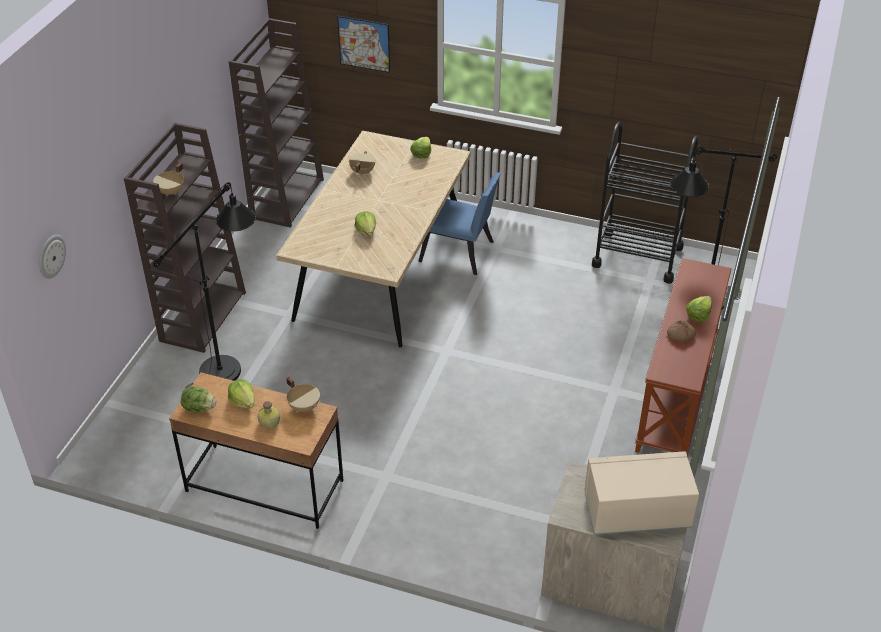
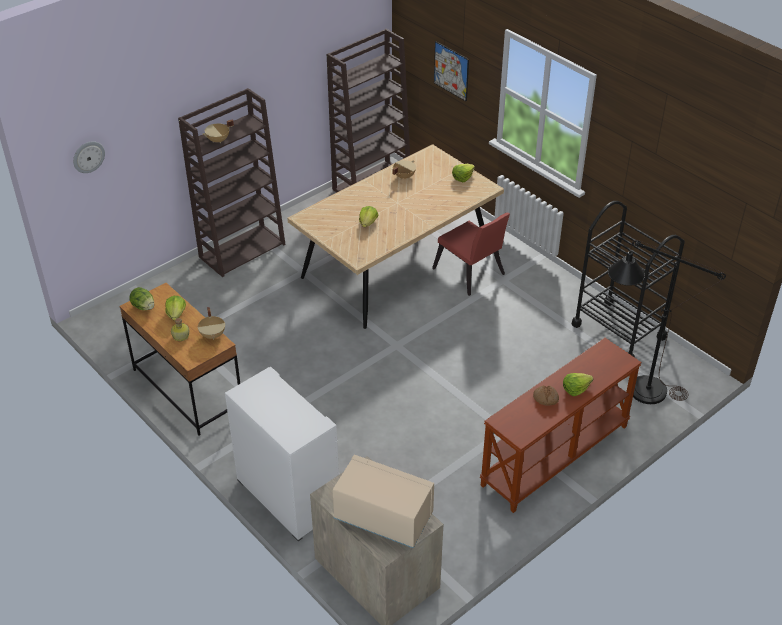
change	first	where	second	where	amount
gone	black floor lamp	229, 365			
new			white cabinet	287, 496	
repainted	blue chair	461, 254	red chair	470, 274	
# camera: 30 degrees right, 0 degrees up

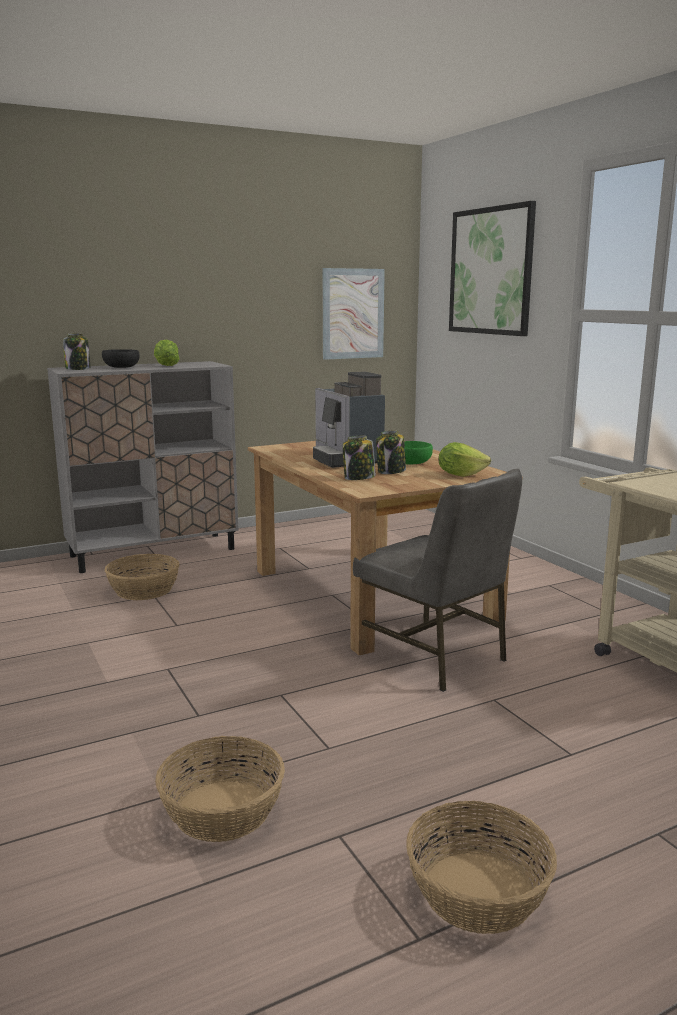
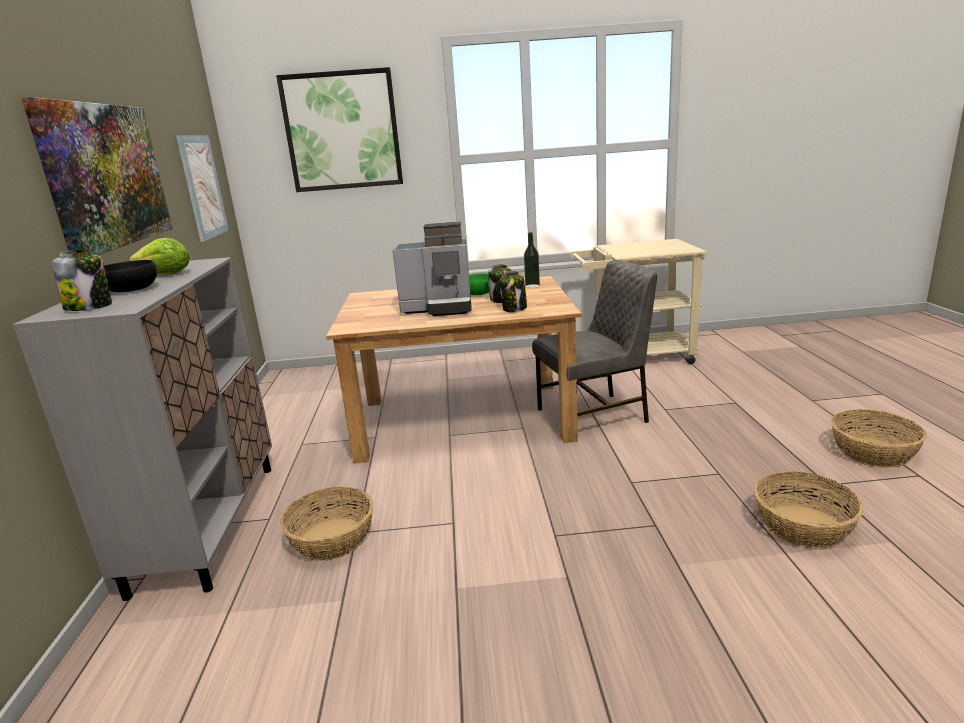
change	first	where	second	where	amount
new			picture	107, 176	
swapped	lettuce	460, 475	bottle	532, 286	
# camera: 65 degrees left, 5 degrees up

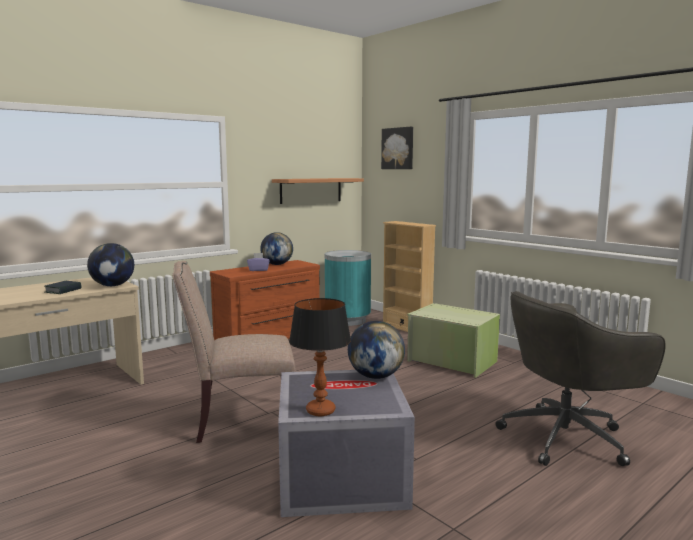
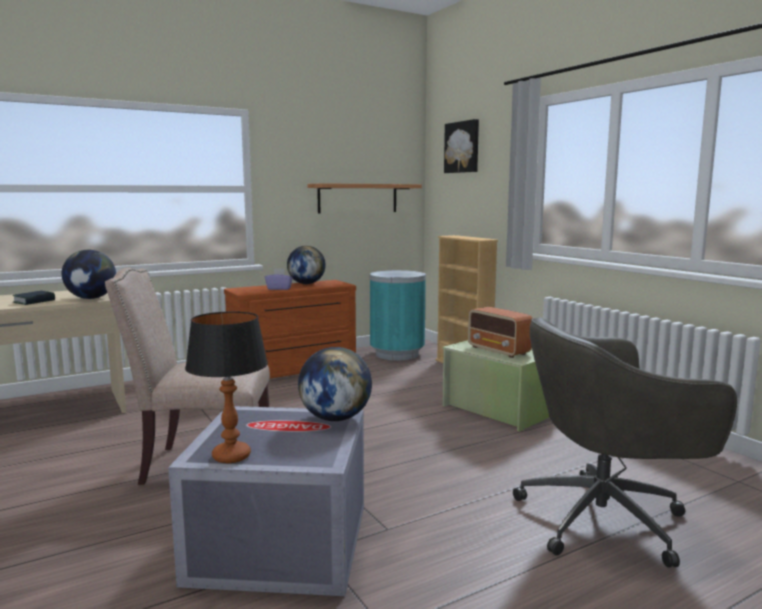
change	first	where	second	where	amount
new			radio	499, 350	
# camera: 10 degrees right, 0 degrees up

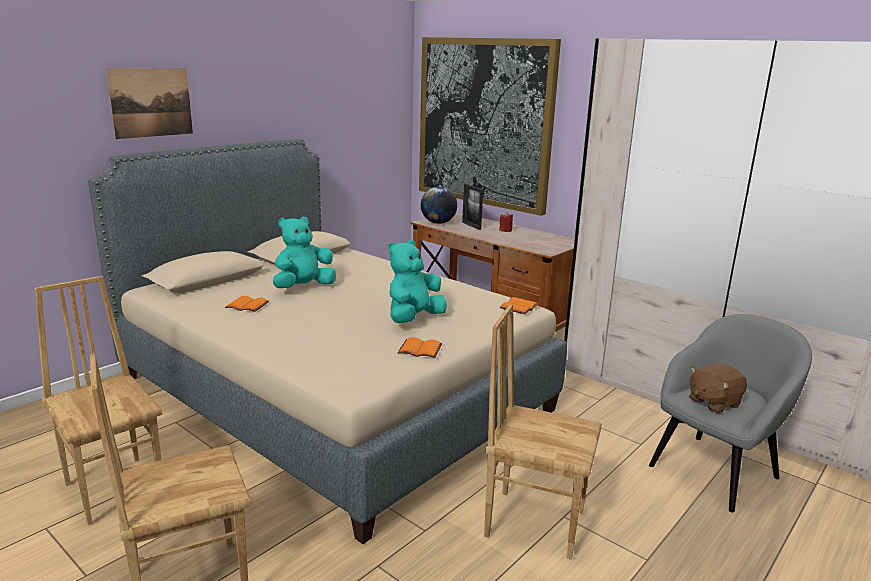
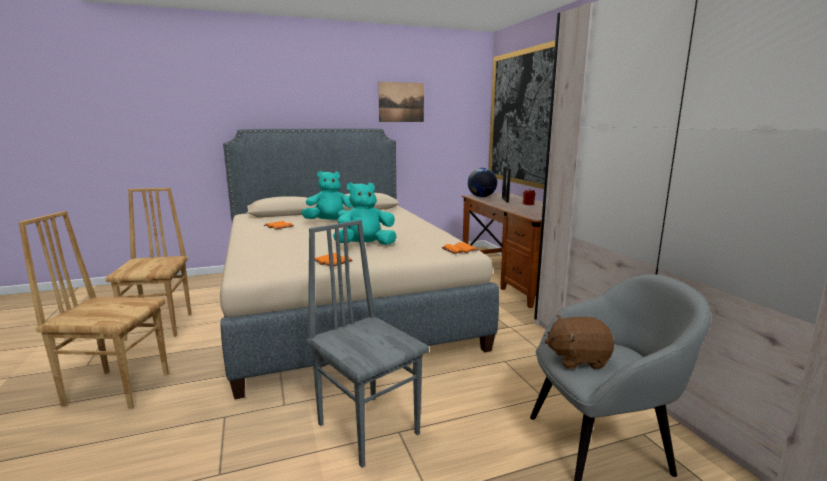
change	first	where	second	where	amount
shifted	picture	151, 102		401, 102	
repainted	brown chair	534, 522	grey chair	369, 427	
# camera: 30 degrees right, 5 degrees down

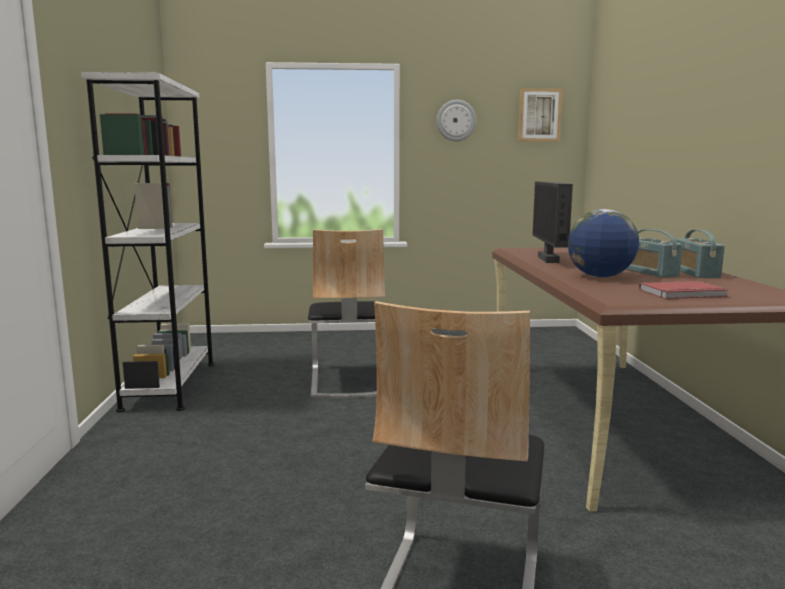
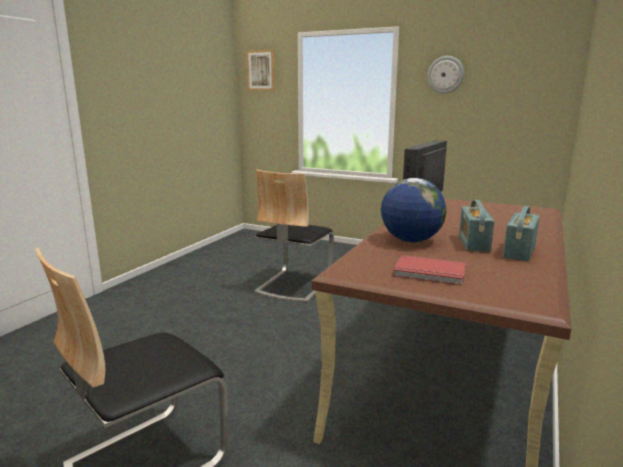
change	first	where	second	where	amount
gone	white bookcase	170, 385			
shifted	picture	539, 115		261, 70	
# camera: 30 degrees right, 5 degrees up

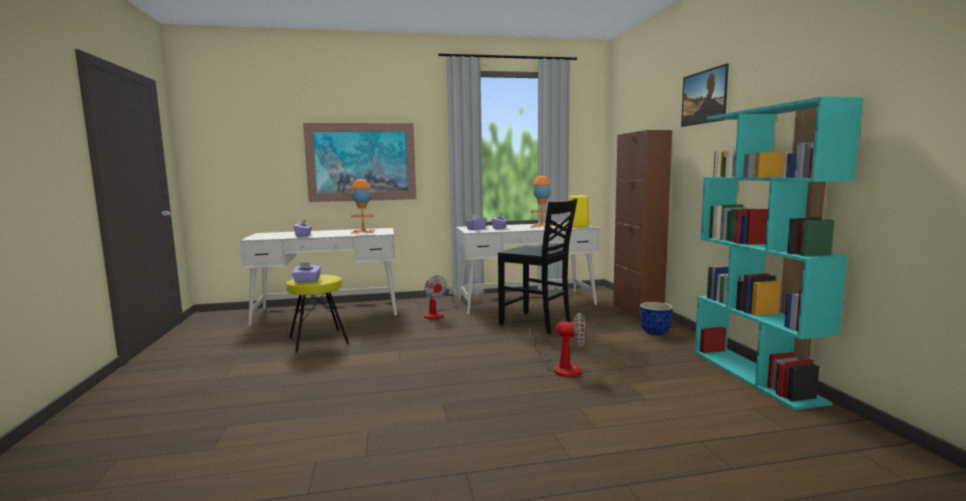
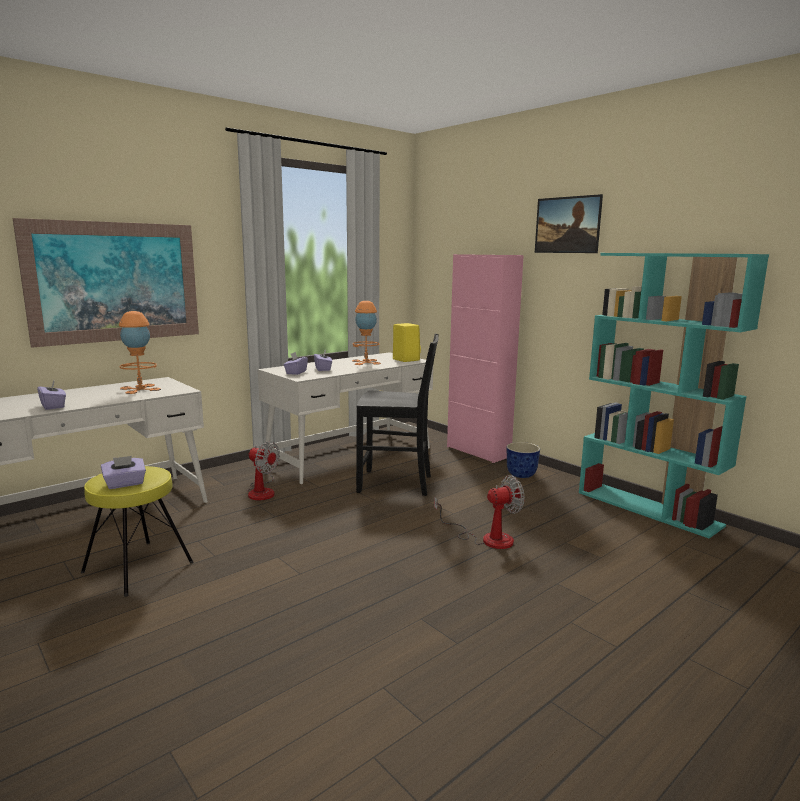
change	first	where	second	where	amount
repainted	brown cabinet	637, 312	pink cabinet	478, 451	
# camera: 30 degrees left, 5 degrees up

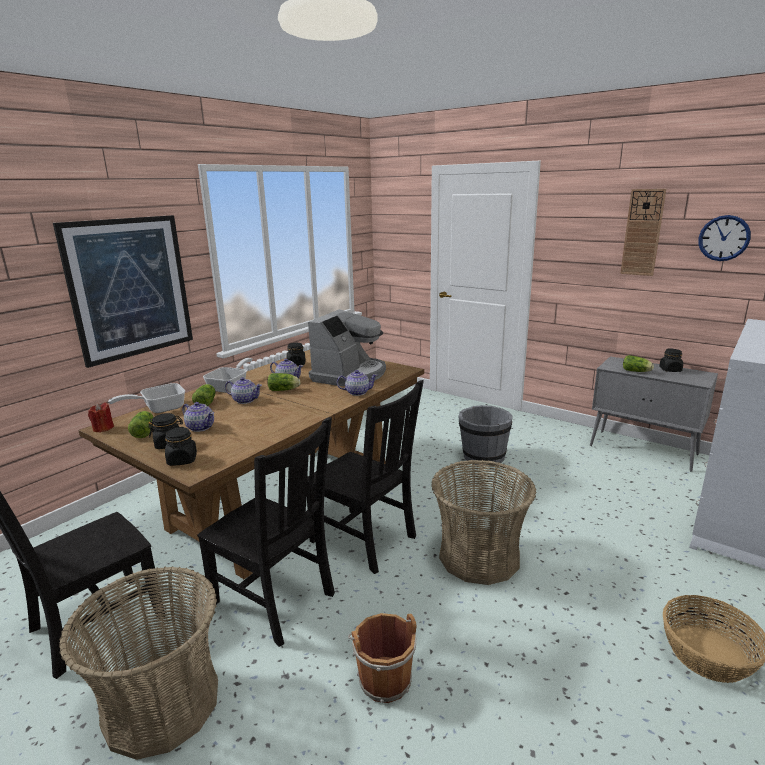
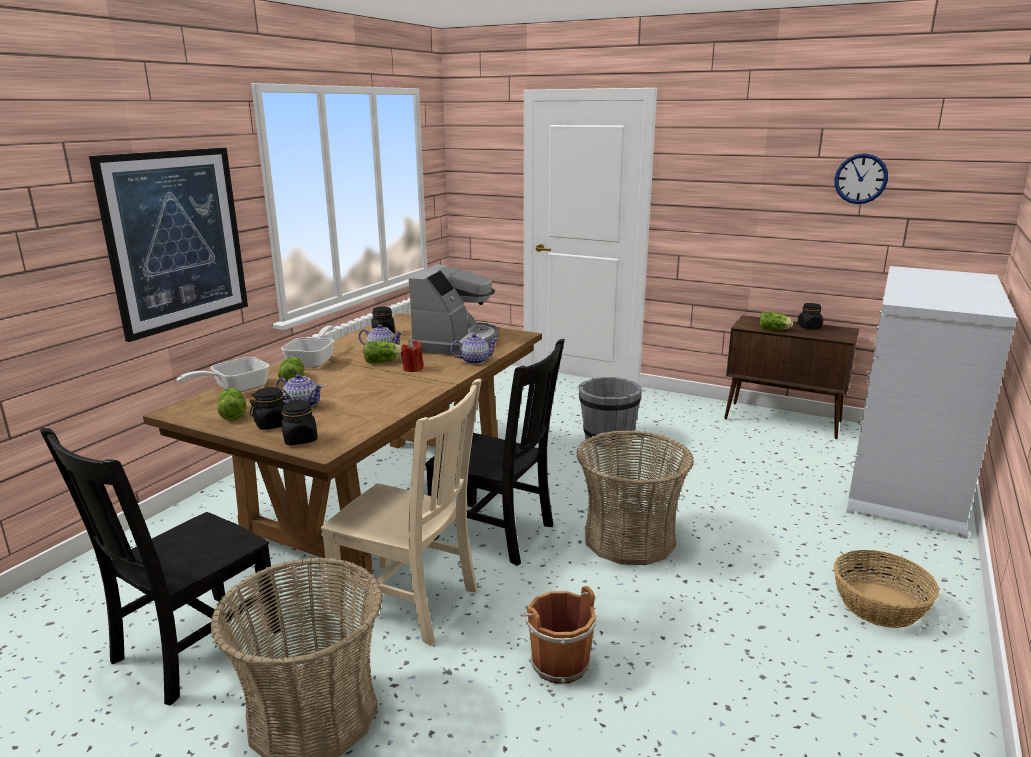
change	first	where	second	where	amount
gone	teapot	245, 400			
gone	wall clock	642, 232			
shifted	red candle	103, 428		413, 369	
repainted	black chair	275, 601	beige chair	410, 602	
repainted	grey cabinet	644, 450	brown cabinet	783, 420	
# camera: 10 degrees left, 0 degrees up

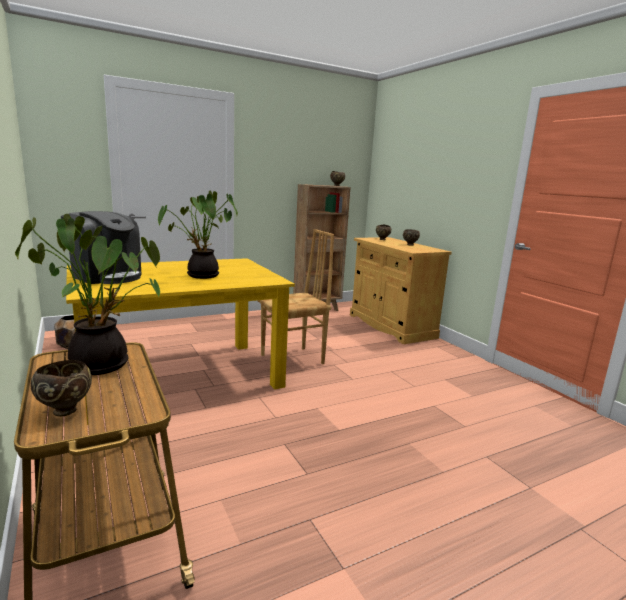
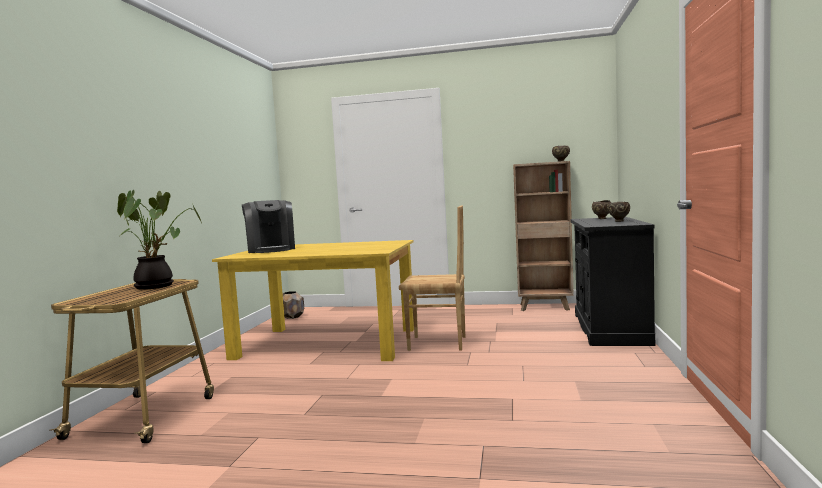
change	first	where	second	where	amount
gone	brown bowl	65, 410			
gone	potted plant	201, 276			
repainted	beige cabinet	391, 326	black cabinet	610, 328	
# camera: 40 degrees right, 10 degrees down

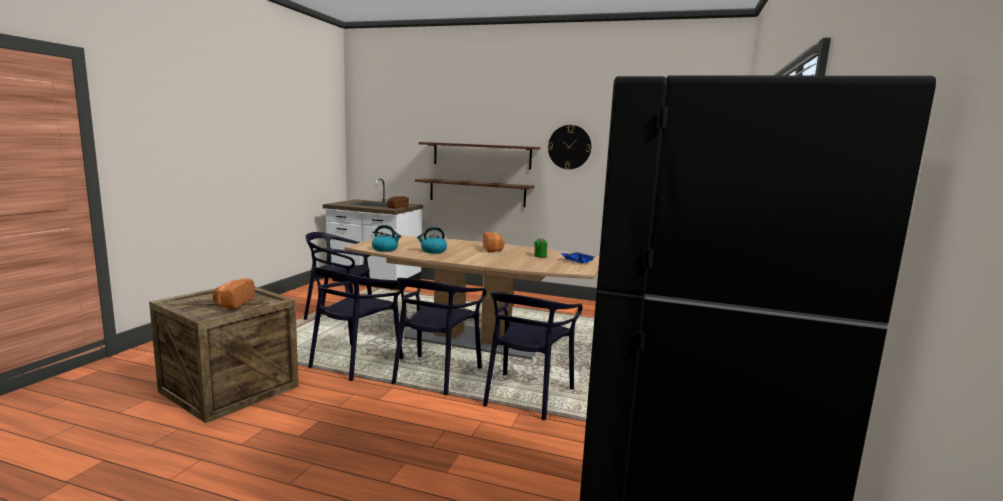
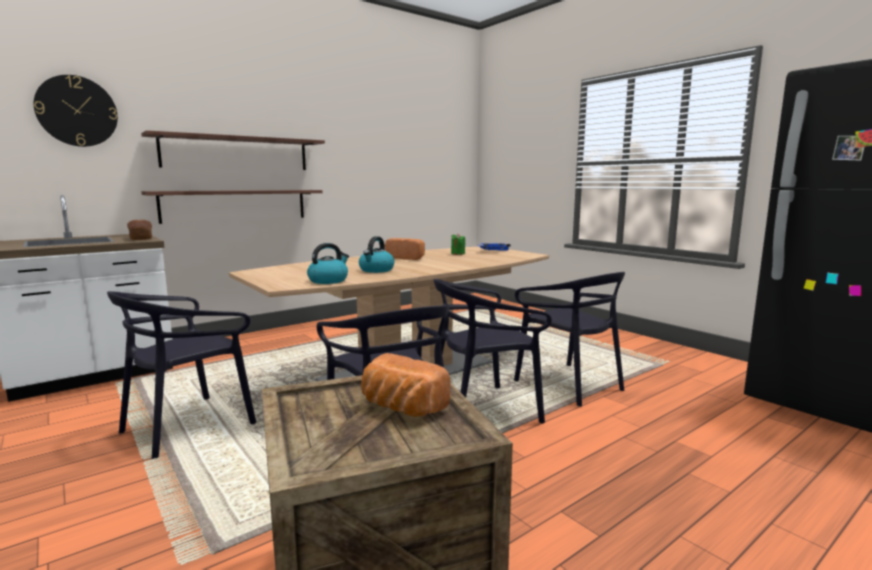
change	first	where	second	where	amount
shifted	wall clock	569, 147		77, 111	
rotated	black chair	435, 374		483, 410	105 degrees clockwise
# camera: 55 degrees left, 0 degrees up

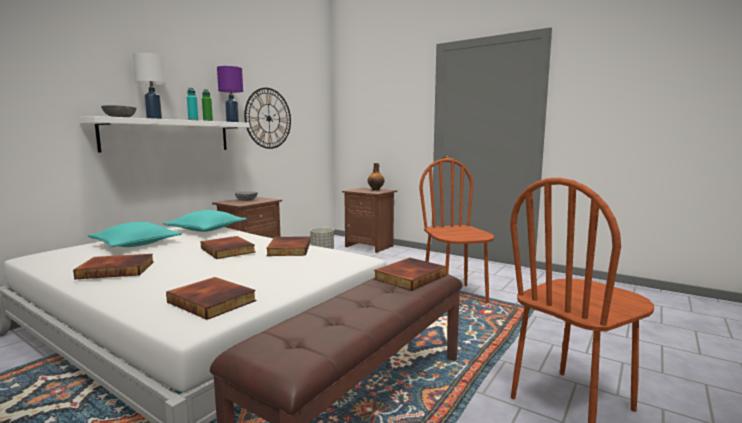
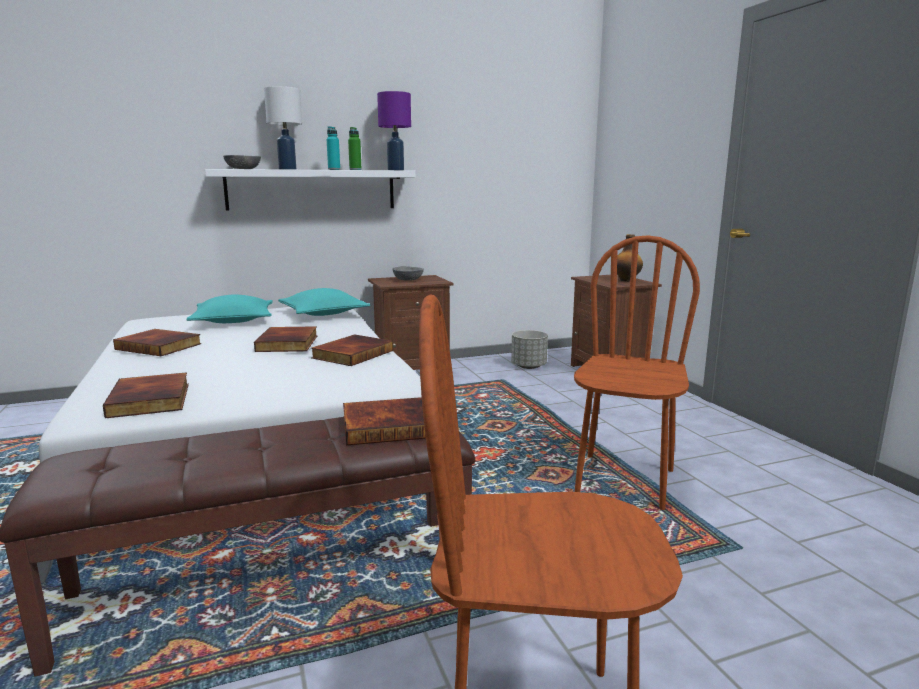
change	first	where	second	where	amount
gone	wall clock	268, 118			
# camera: 35 degrees right, 5 degrees up

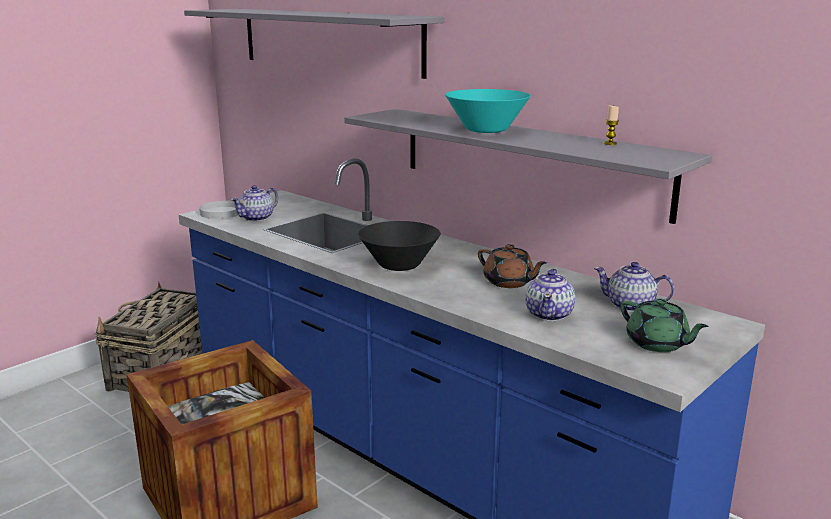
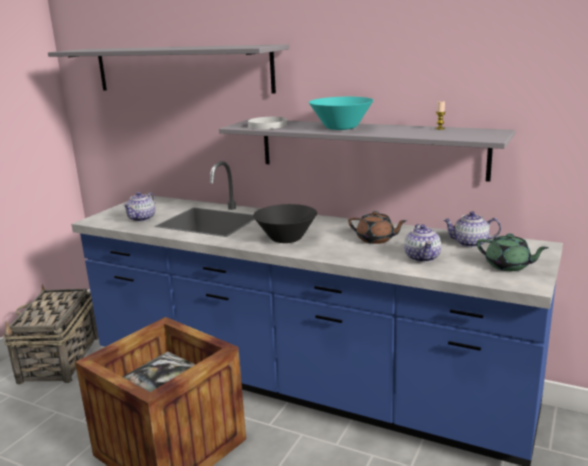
change	first	where	second	where	amount
shifted	white plate	221, 212		267, 125	
# camera: 15 degrees left, 0 degrees up

